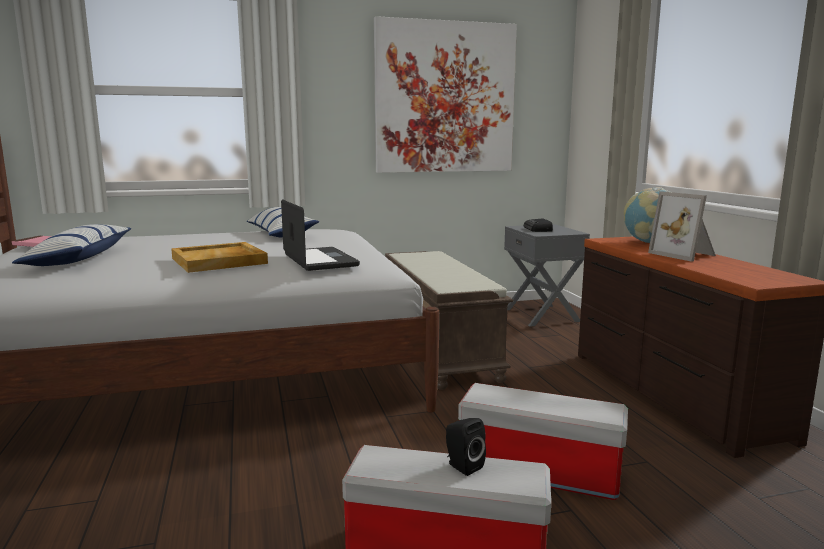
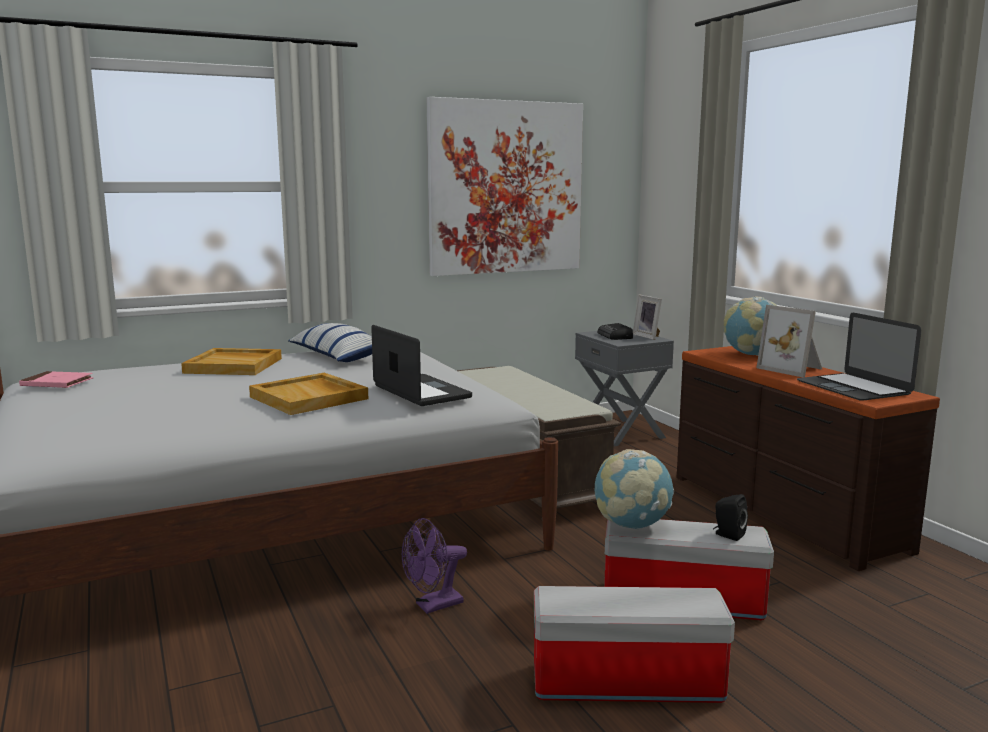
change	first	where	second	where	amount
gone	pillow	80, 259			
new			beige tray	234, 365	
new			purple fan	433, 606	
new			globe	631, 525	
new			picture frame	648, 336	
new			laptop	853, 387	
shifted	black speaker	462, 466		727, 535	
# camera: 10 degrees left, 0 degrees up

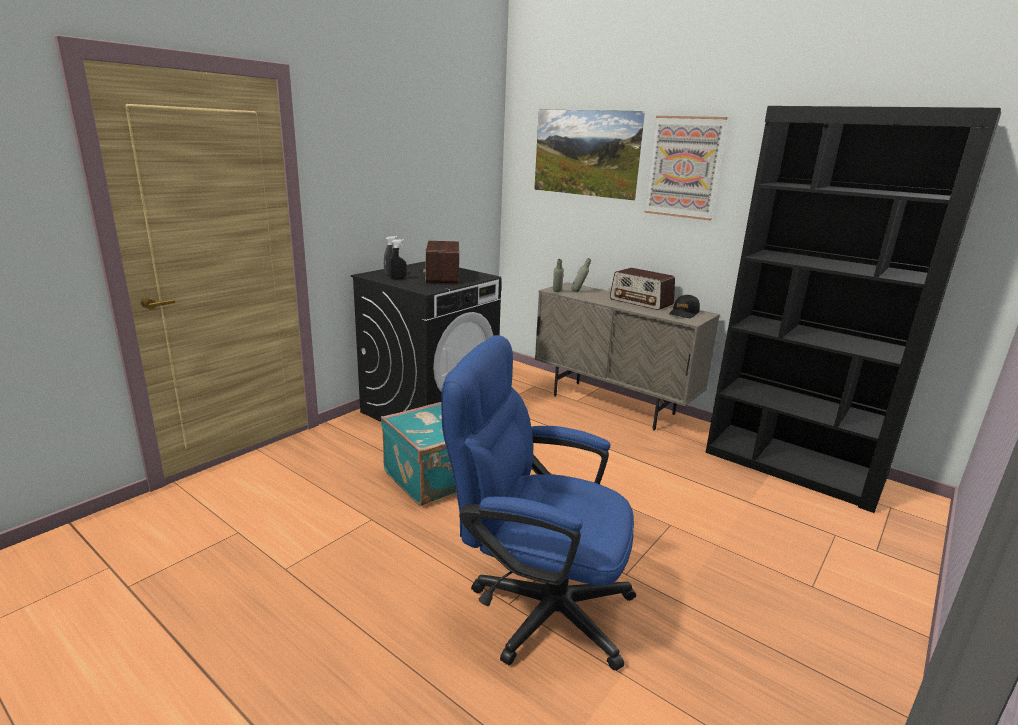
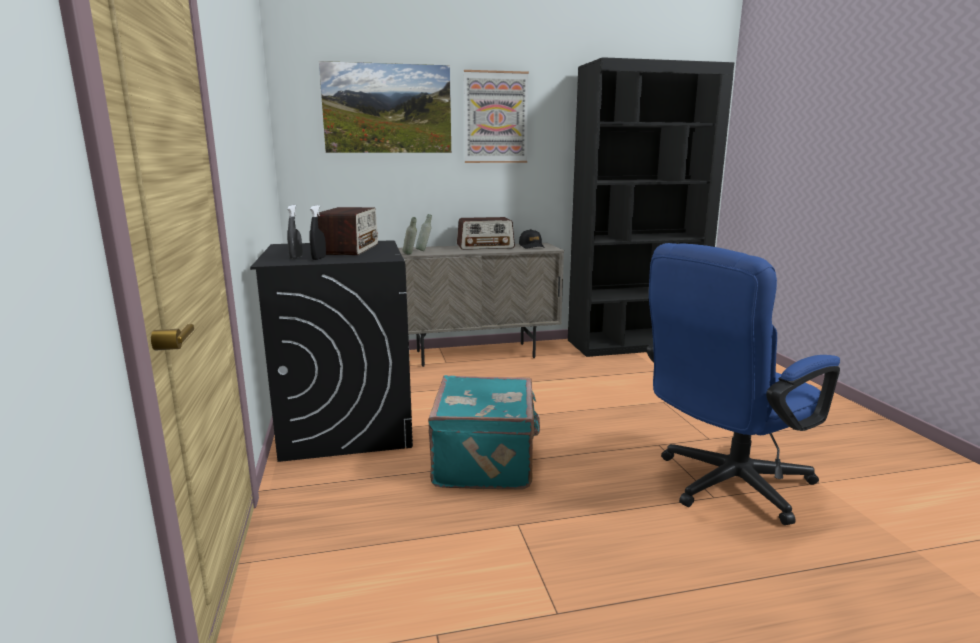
change	first	where	second	where	amount
rotated	radio	442, 276		349, 249	120 degrees counterclockwise
# camera: 50 degrees left, 5 degrees down

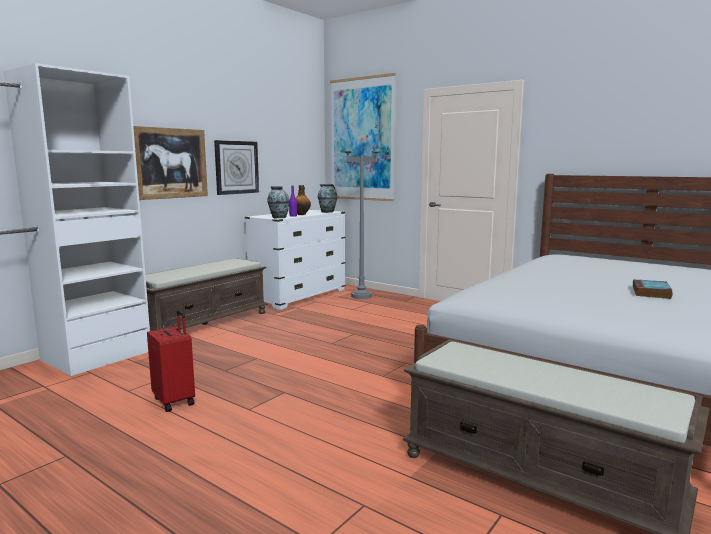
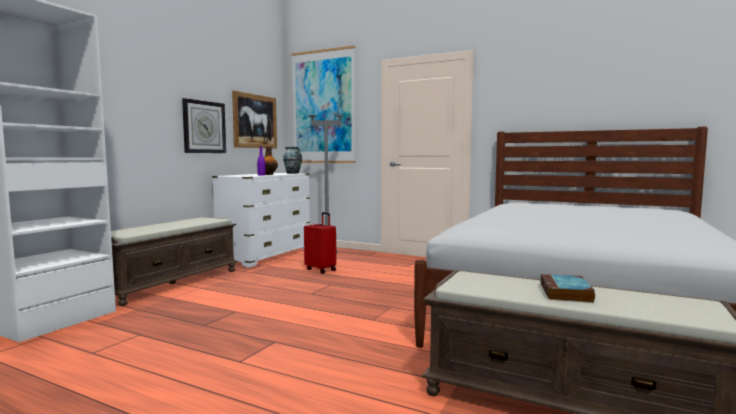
change	first	where	second	where	amount
gone	vase	279, 217			
shifted	picture	170, 163		255, 121	
shifted	red suitcase	175, 401		321, 270	
shifted	book	651, 293		566, 293	
# camera: 10 degrees left, 5 degrees down

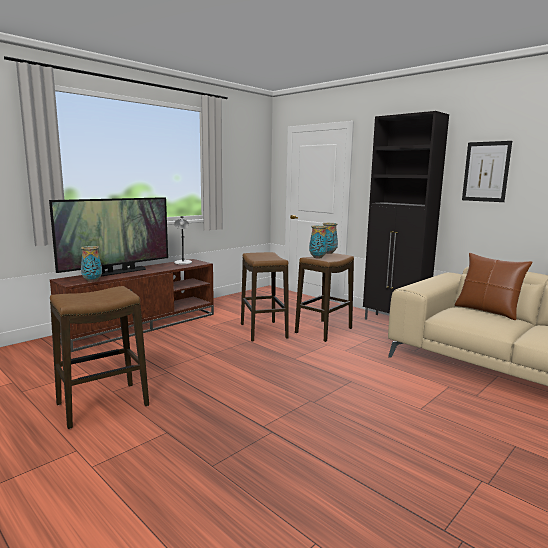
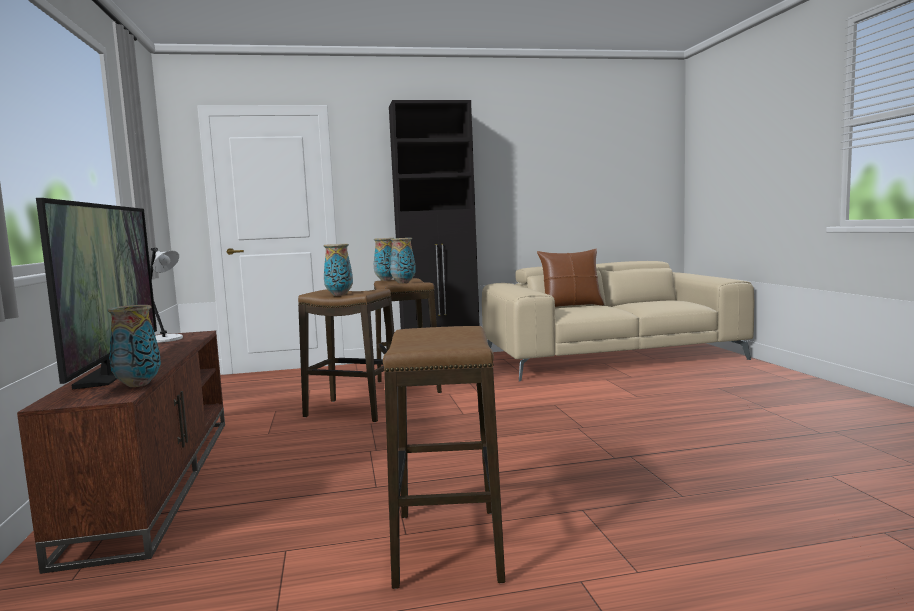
change	first	where	second	where	amount
gone	picture	486, 171			
new			vase	339, 295	
# camera: 55 degrees left, 5 degrees down

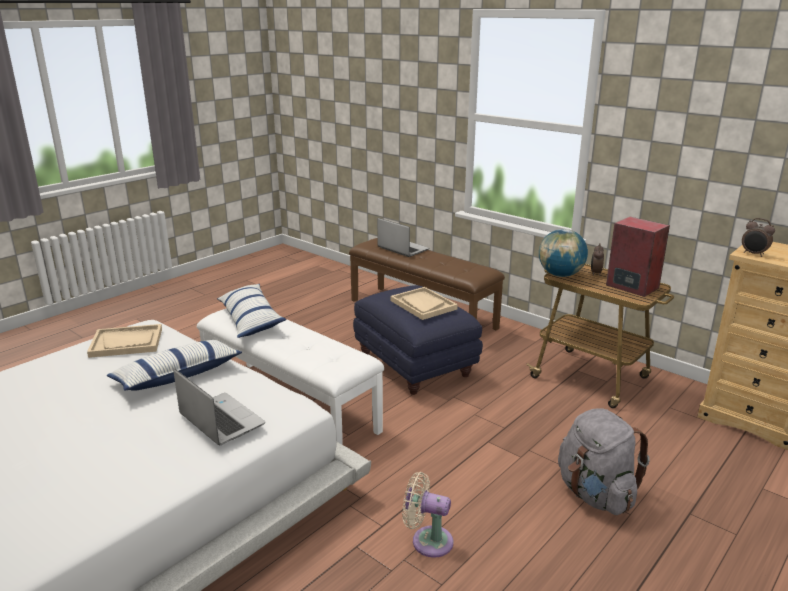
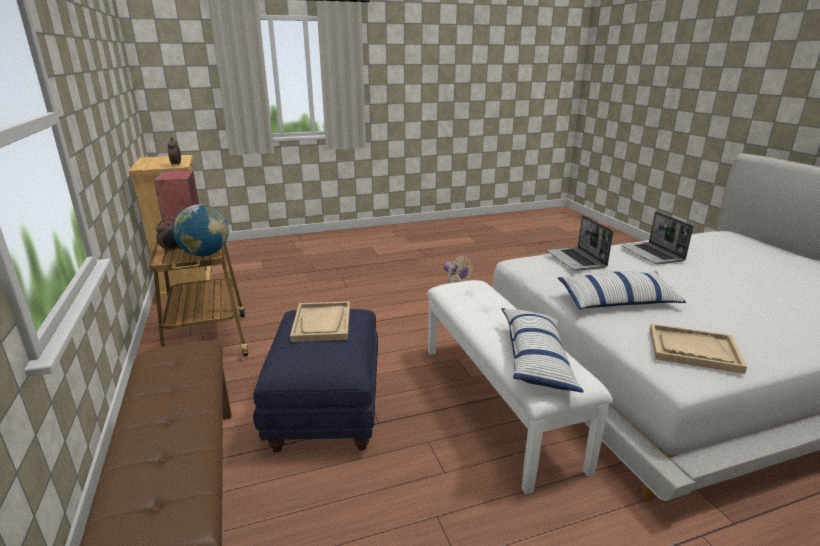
change	first	where	second	where	amount
gone	grey backpack	595, 494			
shifted	laptop	402, 249		653, 254	
# camera: 150 degrees left, 0 degrees up

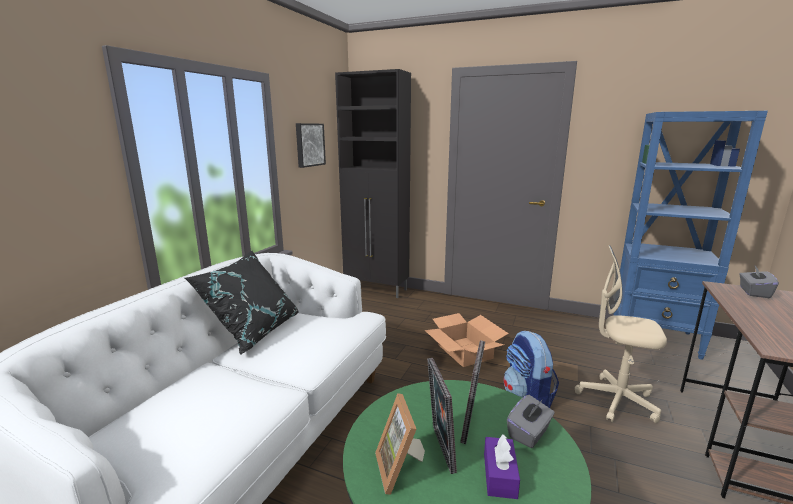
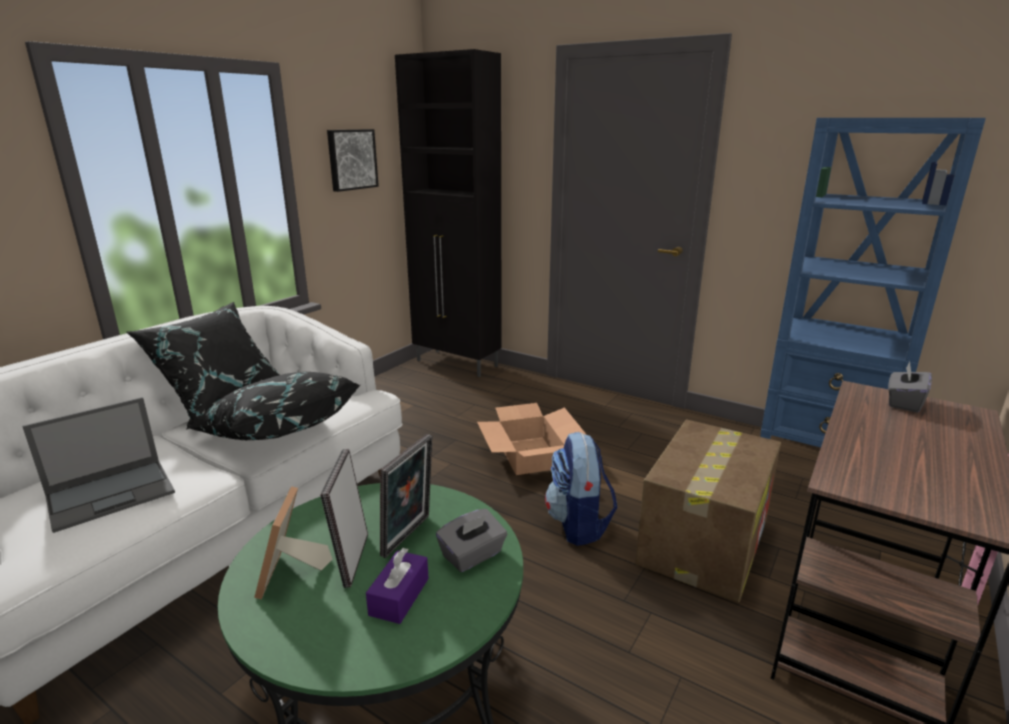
change	first	where	second	where	amount
new			laptop	112, 493	
new			black pillow	277, 432	
swapped	beige office chair	616, 401	cardboard box	704, 540	
# camera: 10 degrees right, 5 degrees up

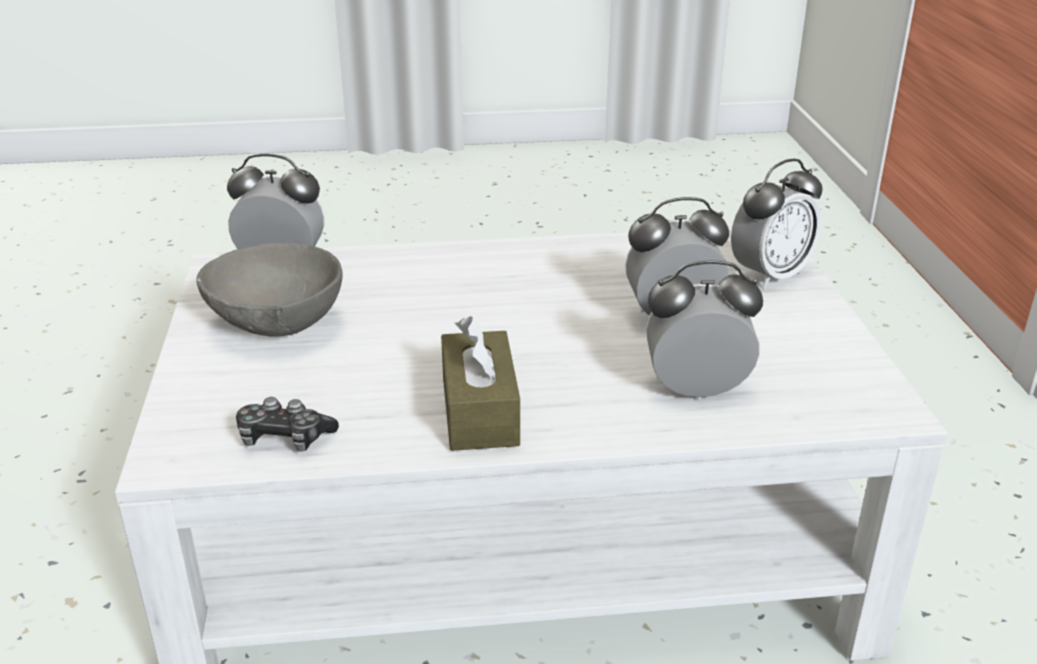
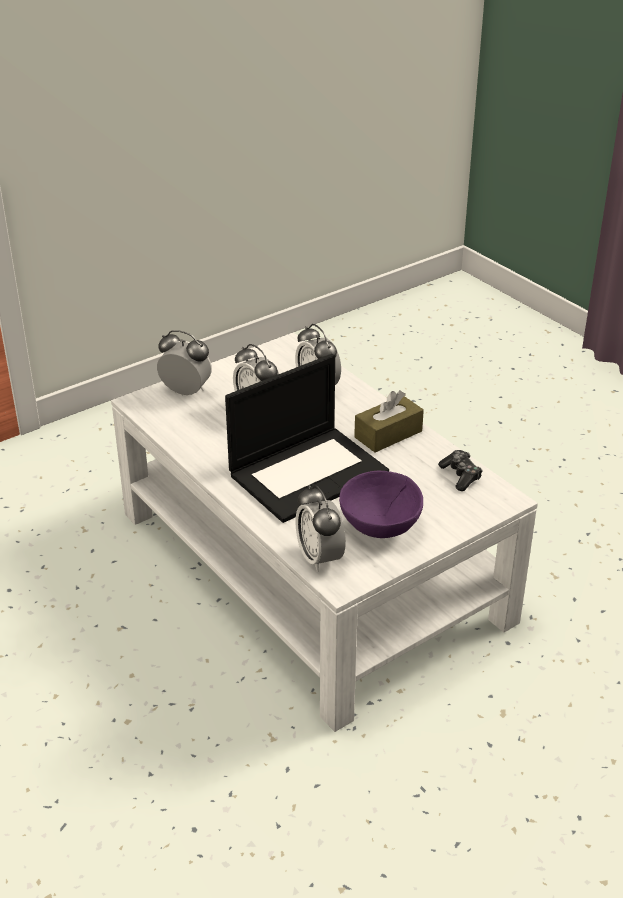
change	first	where	second	where	amount
new			laptop	309, 472	
repainted	grey bowl	279, 325	purple bowl	380, 525	
# camera: 120 degrees left, 5 degrees up

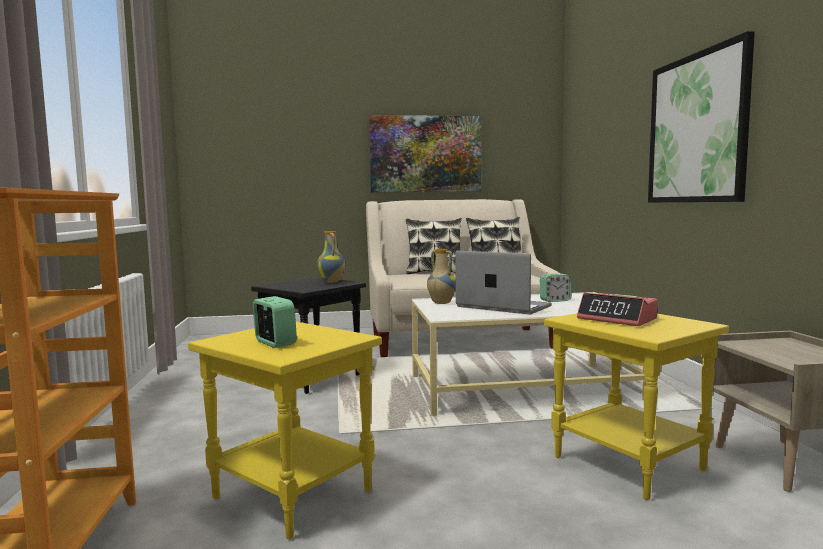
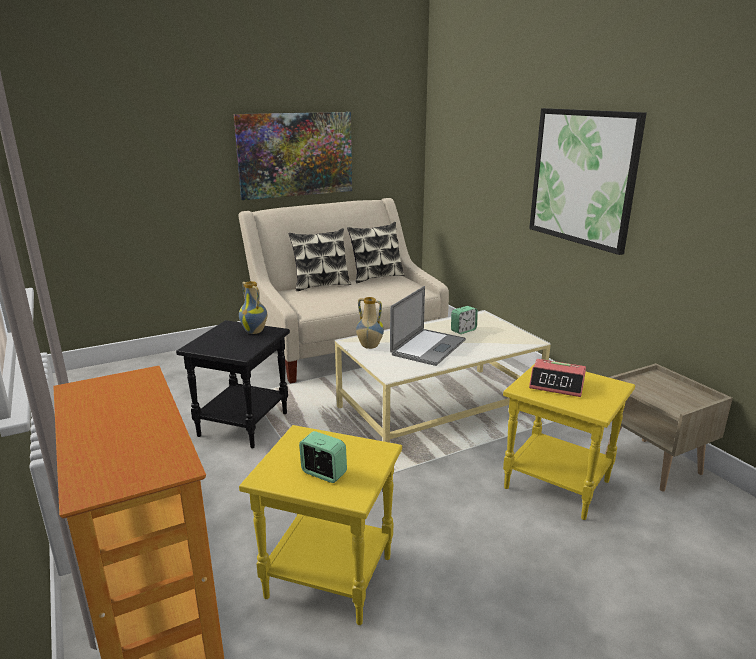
change	first	where	second	where	amount
rotated	laptop	503, 306		428, 347	105 degrees clockwise
# camera: 20 degrees left, 15 degrees up

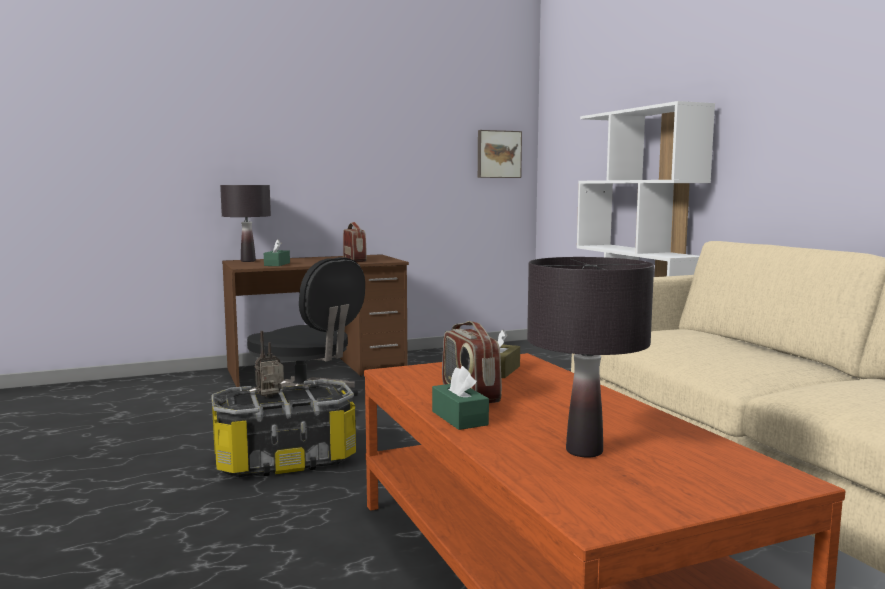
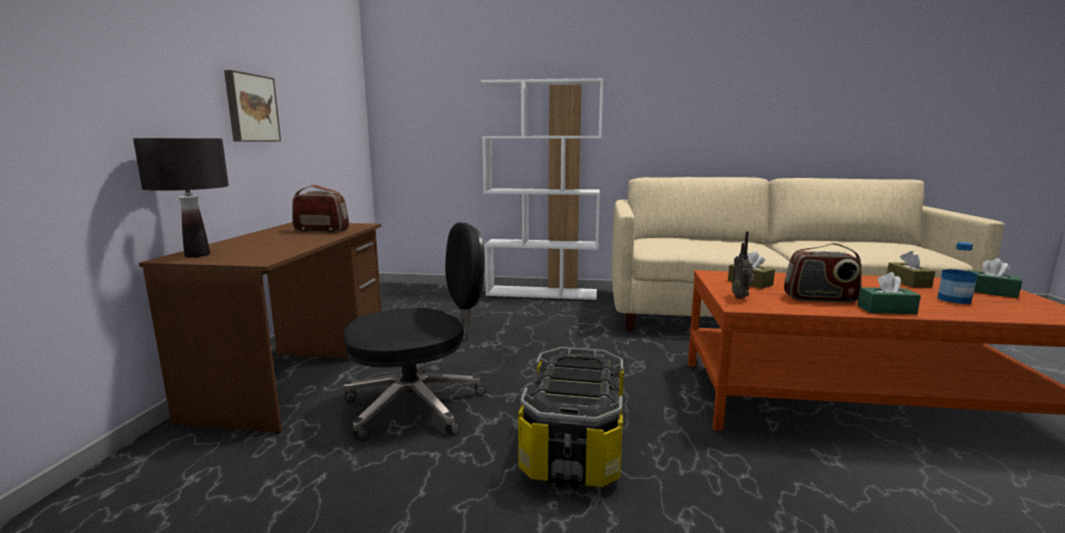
change	first	where	second	where	amount
new			brown tissue box	908, 282	
shifted	radio	271, 397		741, 297	
shifted	green tissue box	277, 264		990, 292	
shifted	picture	498, 154		250, 108	
swapped	black table lamp	584, 451	bottle	954, 299	
# camera: 60 degrees left, 5 degrees up

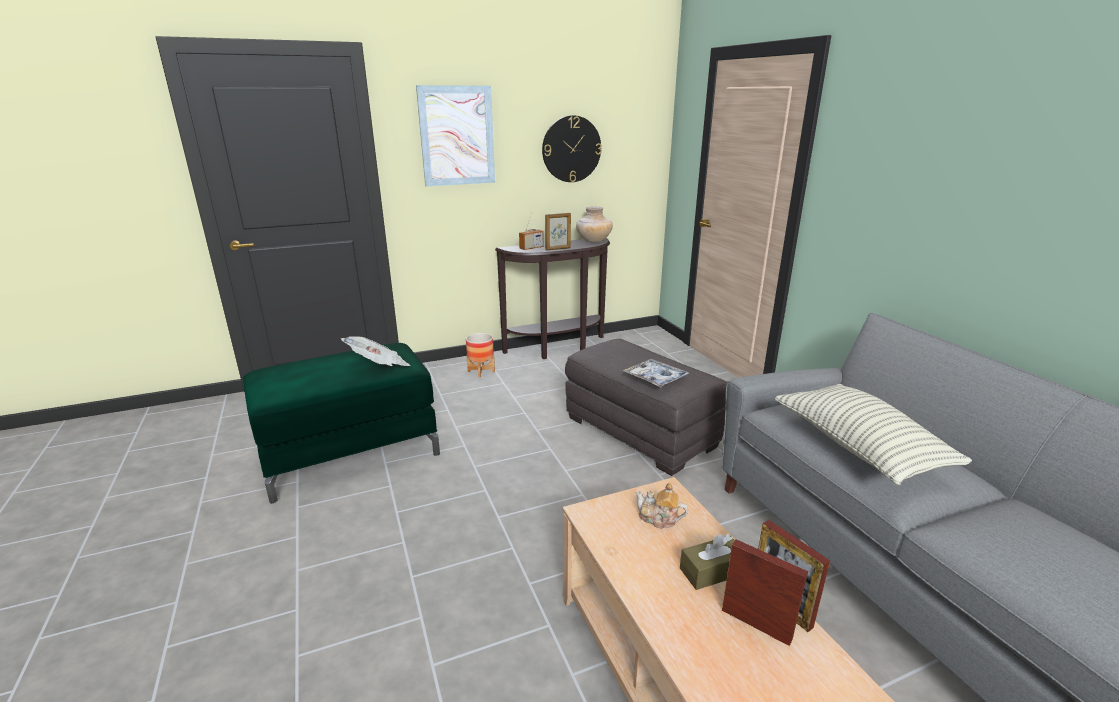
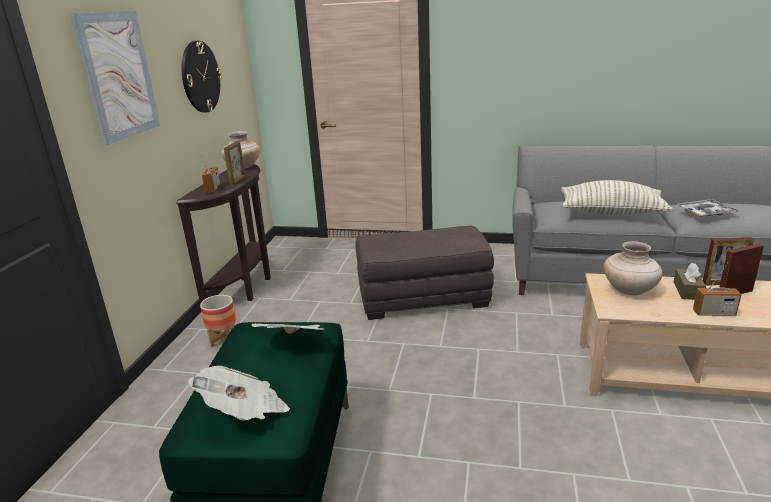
change	first	where	second	where	amount
new			newspaper	245, 412	
new			radio	714, 313	
shifted	tray	655, 378		705, 213	
swapped	teapot	659, 519	beige vase	630, 290	
# camera: 55 degrees left, 0 degrees up

